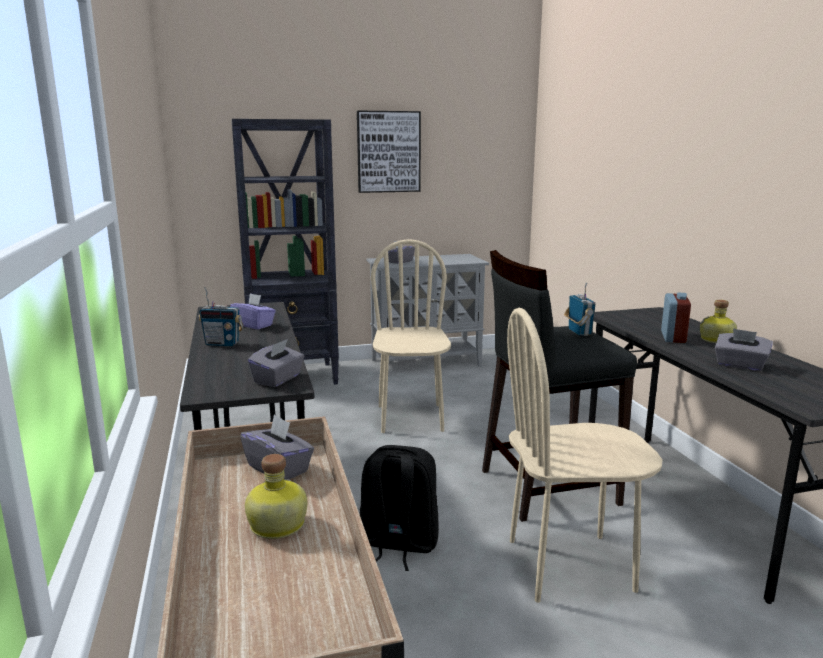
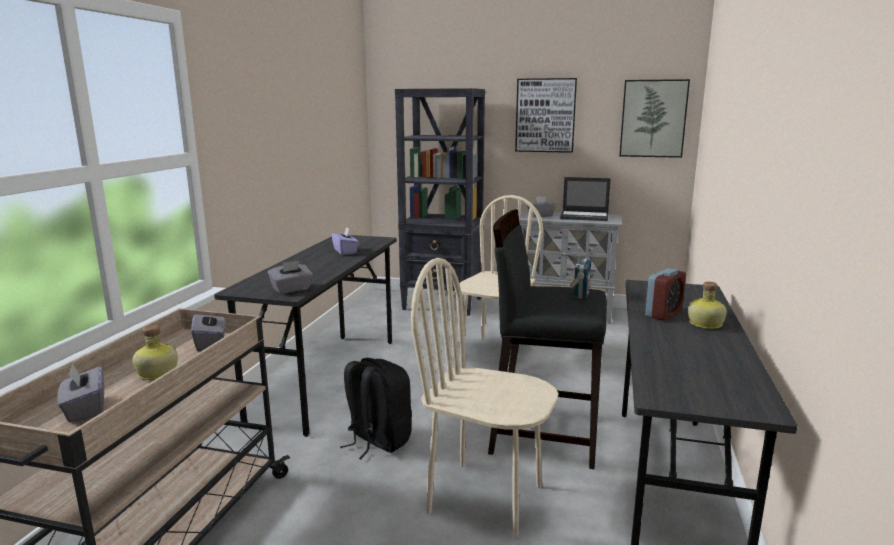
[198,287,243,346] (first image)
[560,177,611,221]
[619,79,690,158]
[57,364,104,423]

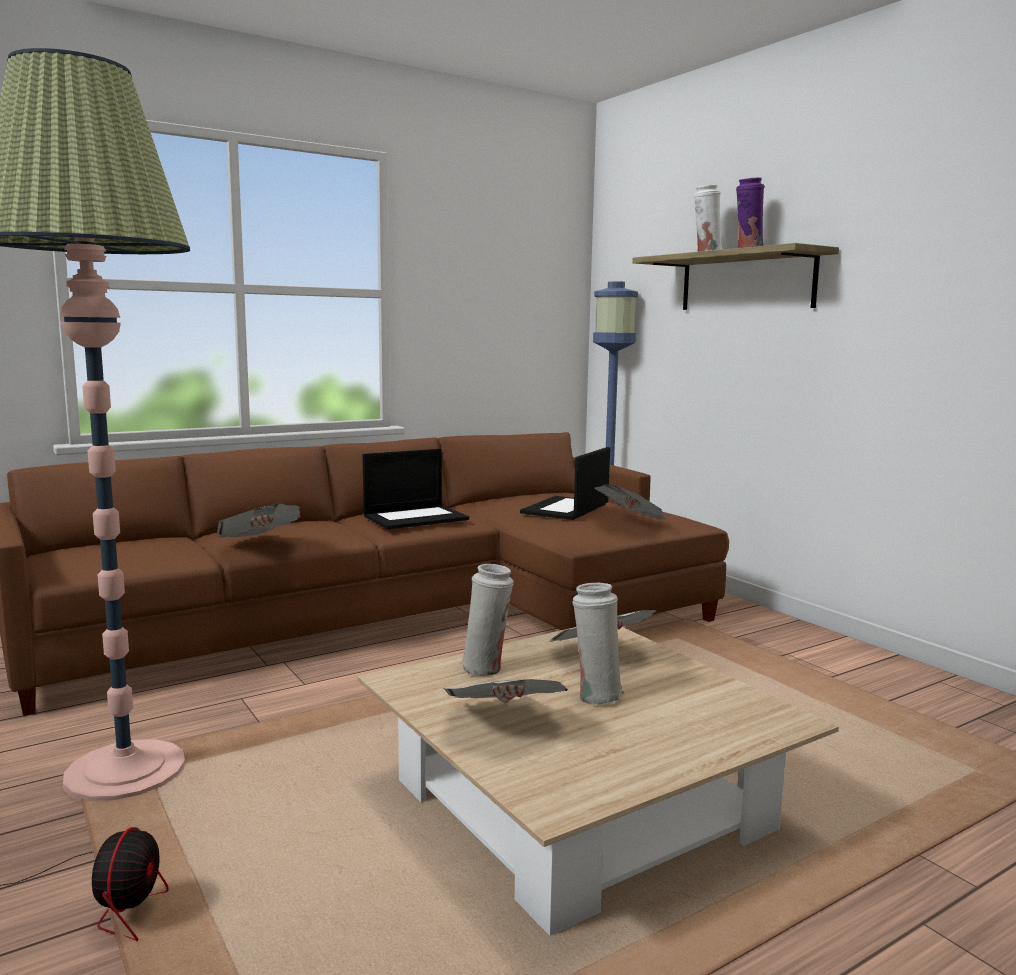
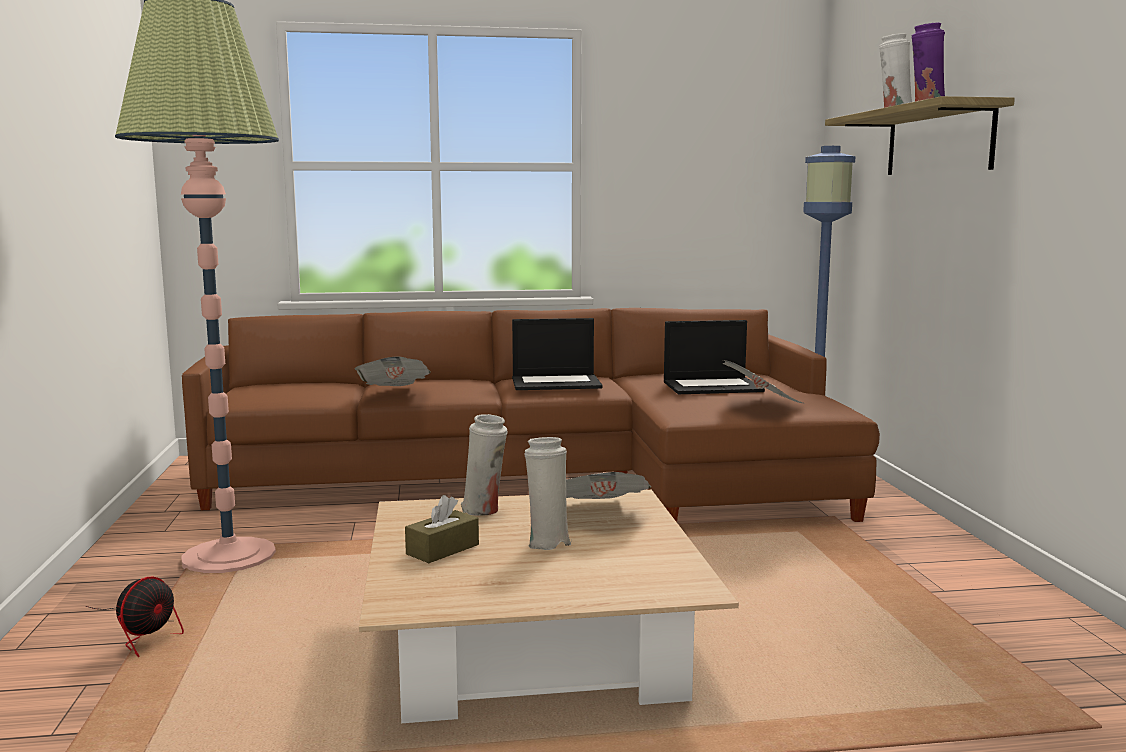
[405,495,479,563]
[664,320,765,394]

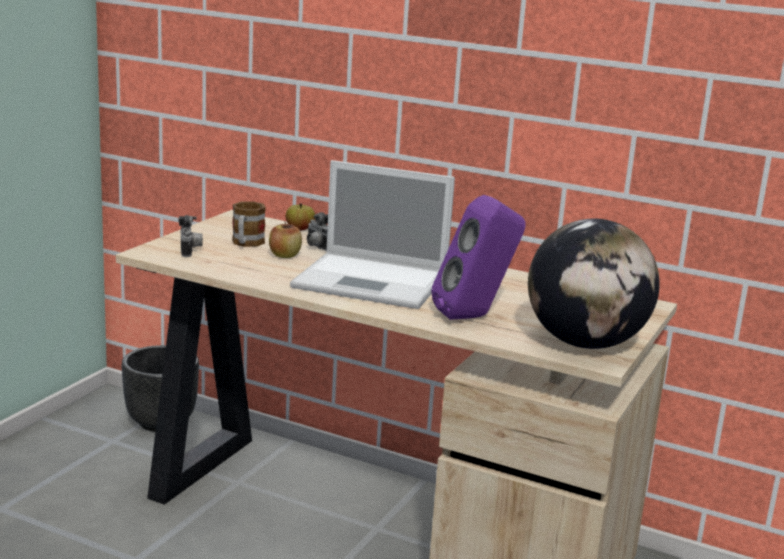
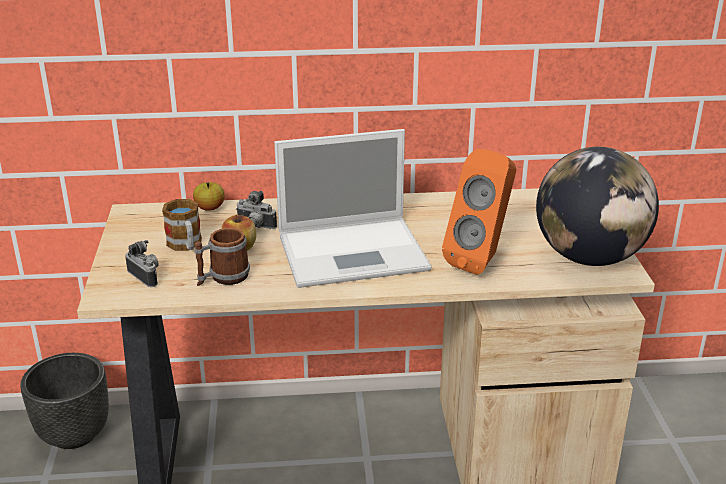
[194,228,250,286]
[442,149,516,275]

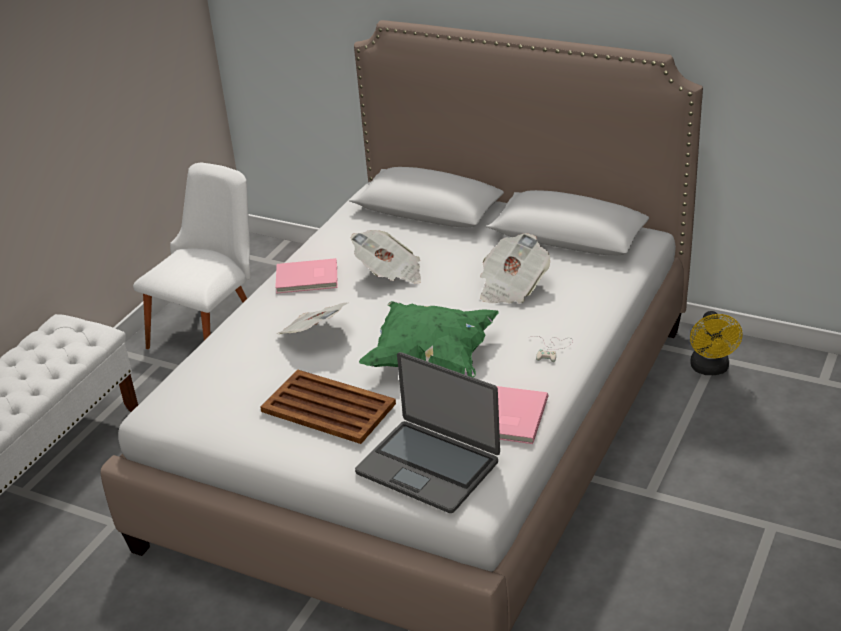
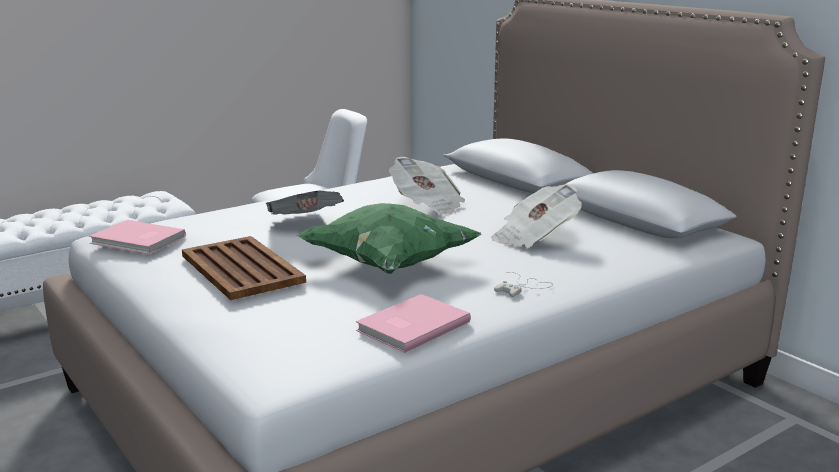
[355,352,500,513] (first image)
[690,311,742,375] (first image)
[89,220,186,254]

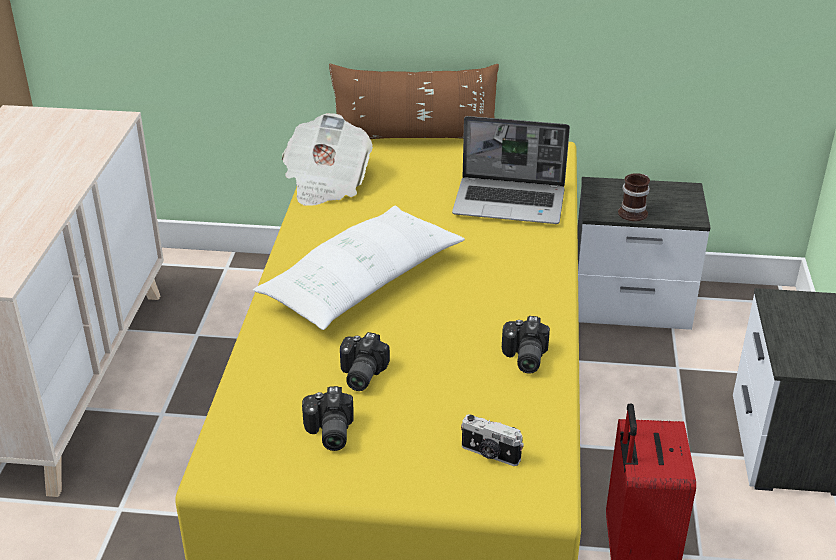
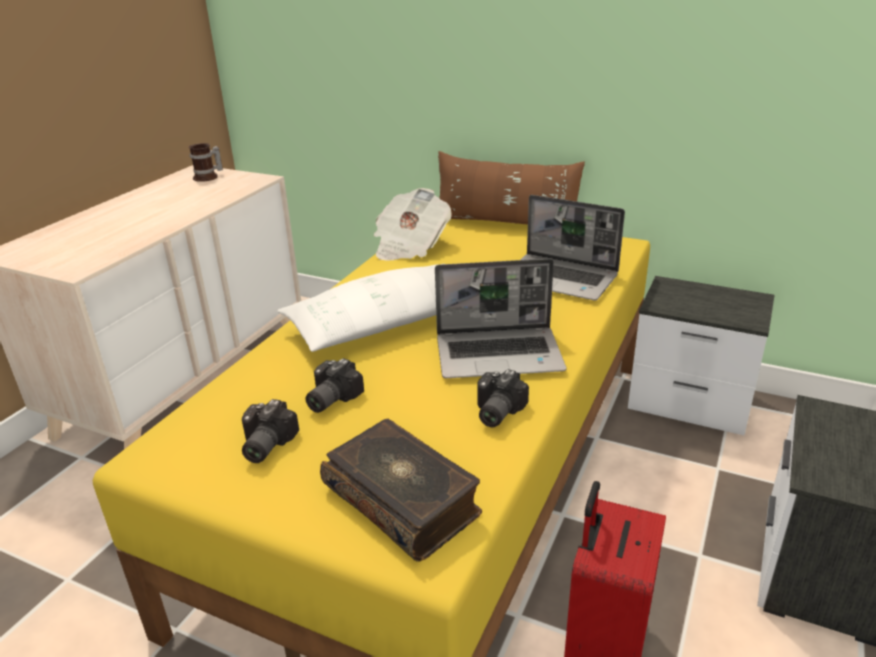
[435,258,566,378]
[189,143,223,182]
[320,419,482,562]

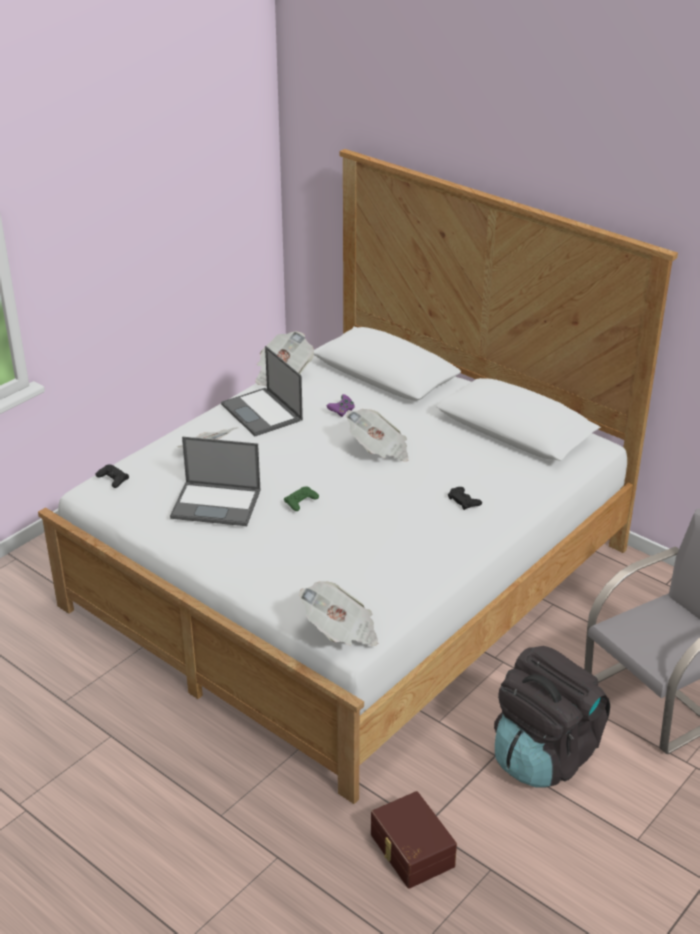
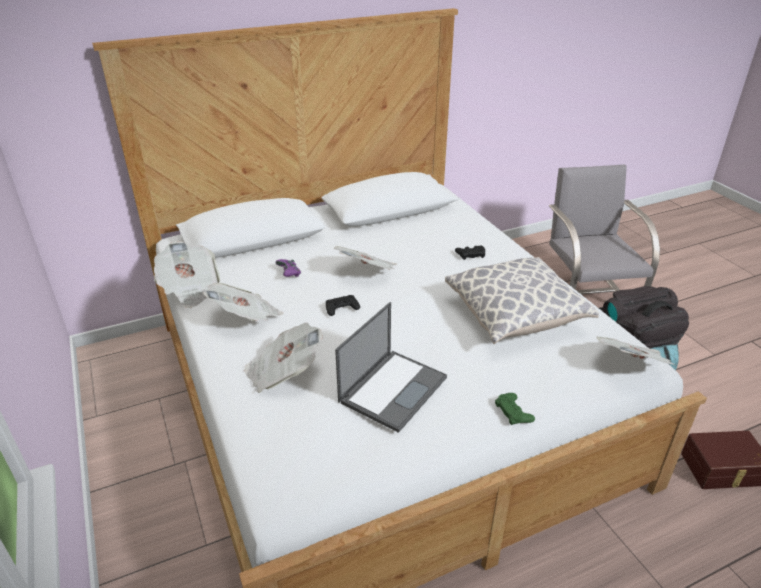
[445,257,599,344]
[326,295,360,316]
[495,393,535,425]
[203,283,283,321]

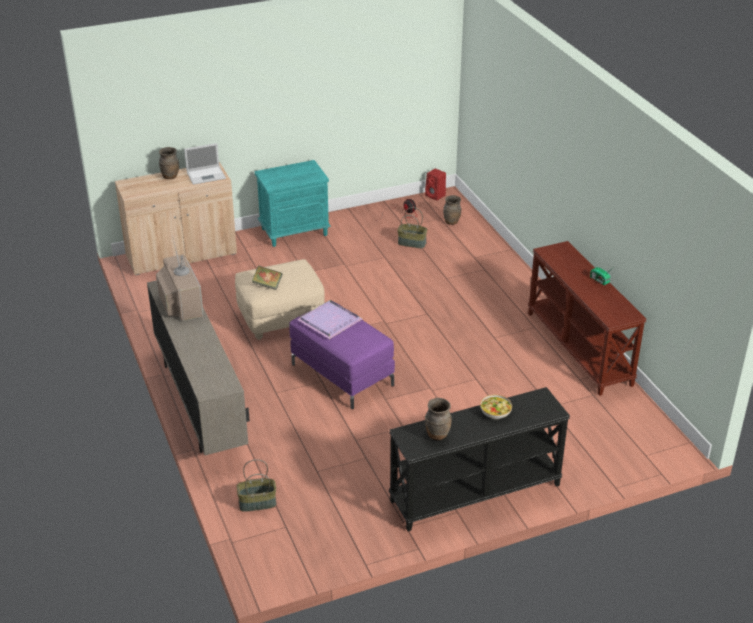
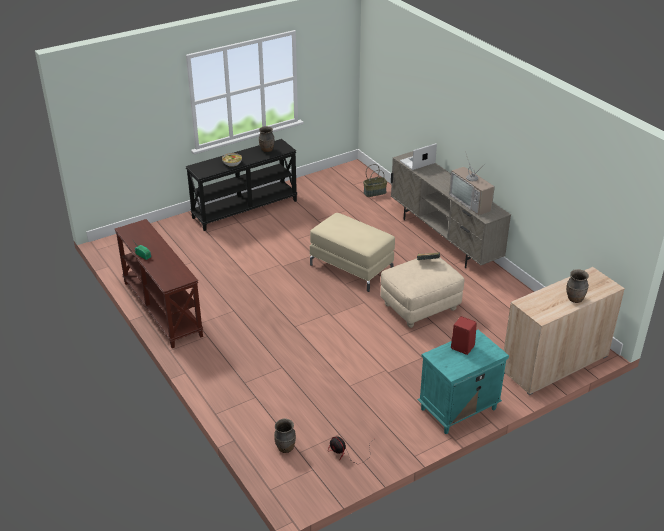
[297,300,363,339] (first image)
[397,207,427,248] (first image)
[400,143,437,170]
[451,316,477,355]
[310,213,395,292]

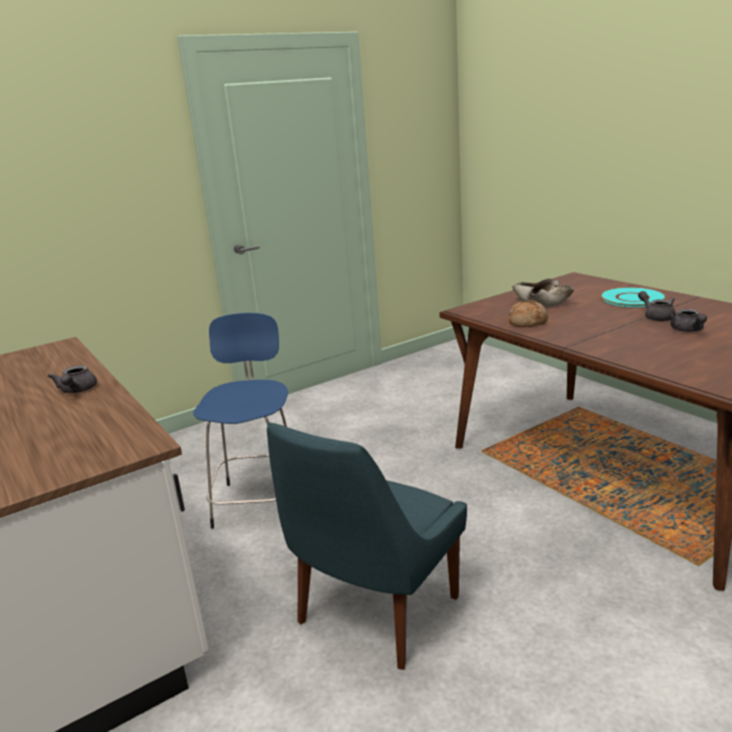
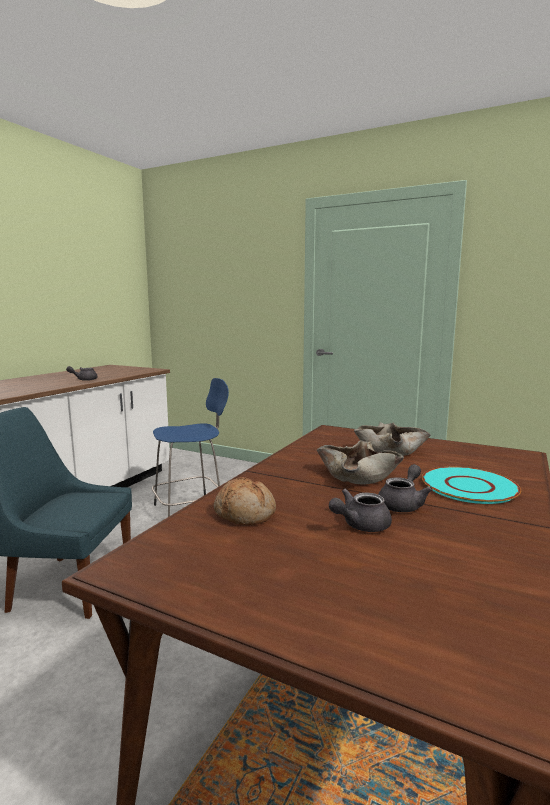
[317,440,404,484]
[214,477,276,525]

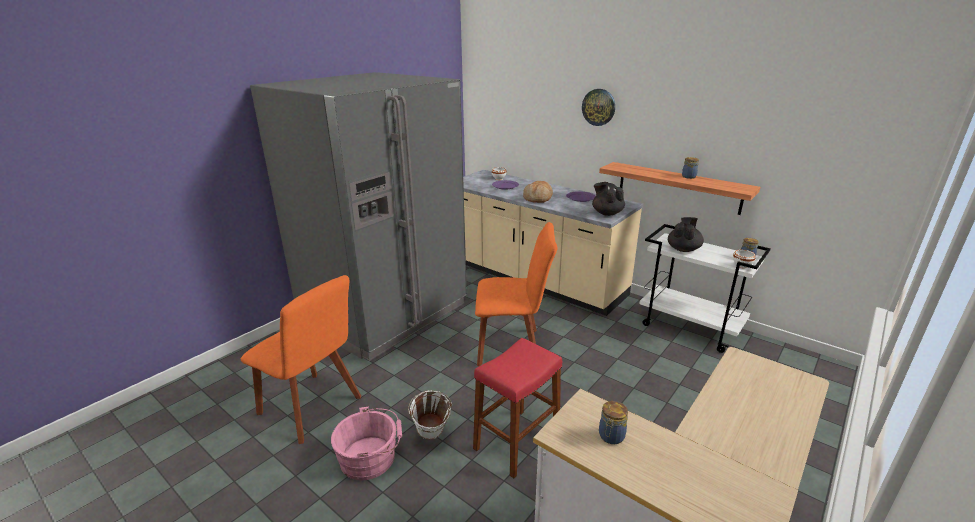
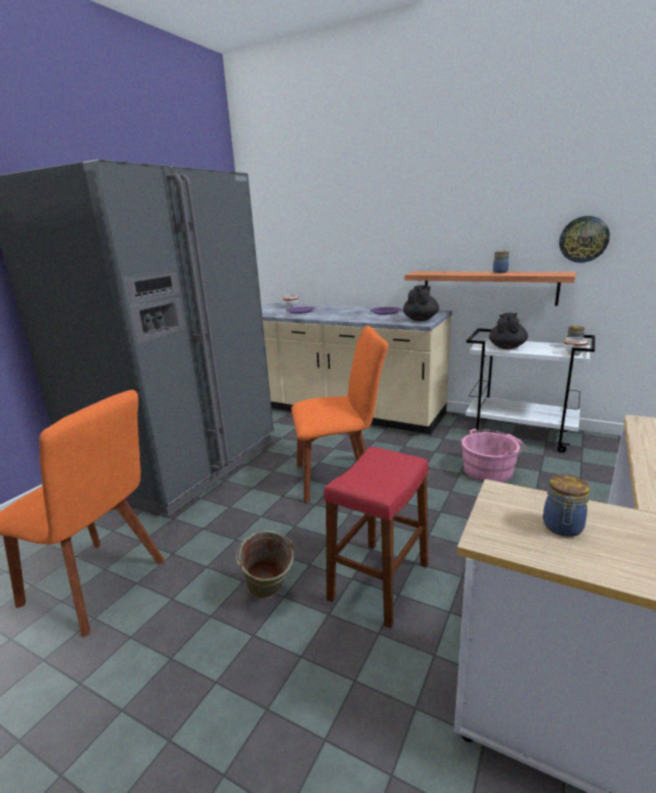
[523,181,553,203] (first image)
[461,429,527,482]
[559,216,610,263]
[236,531,294,599]
[403,285,439,321]

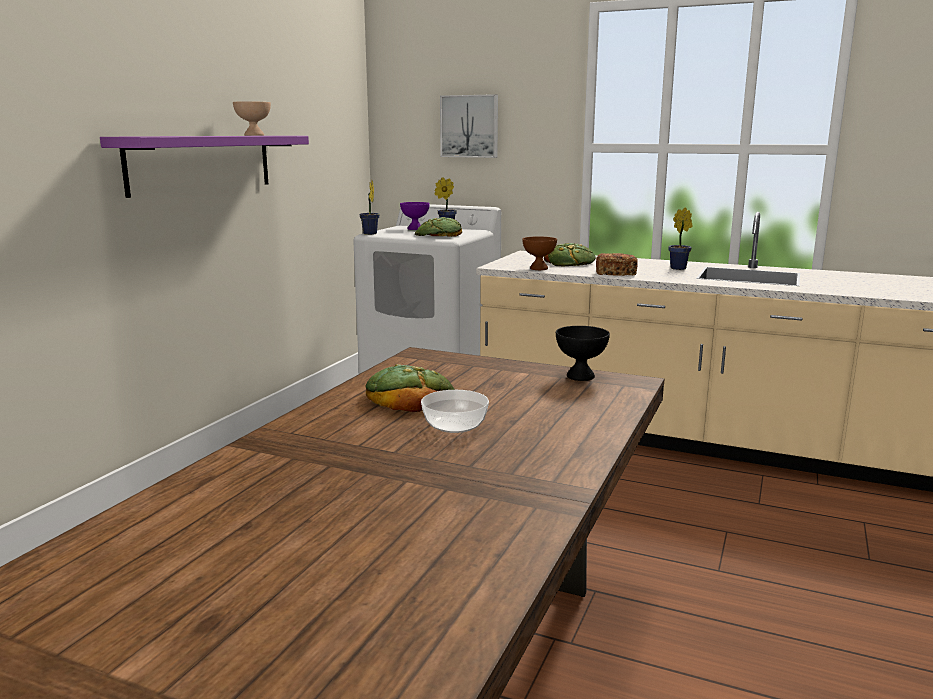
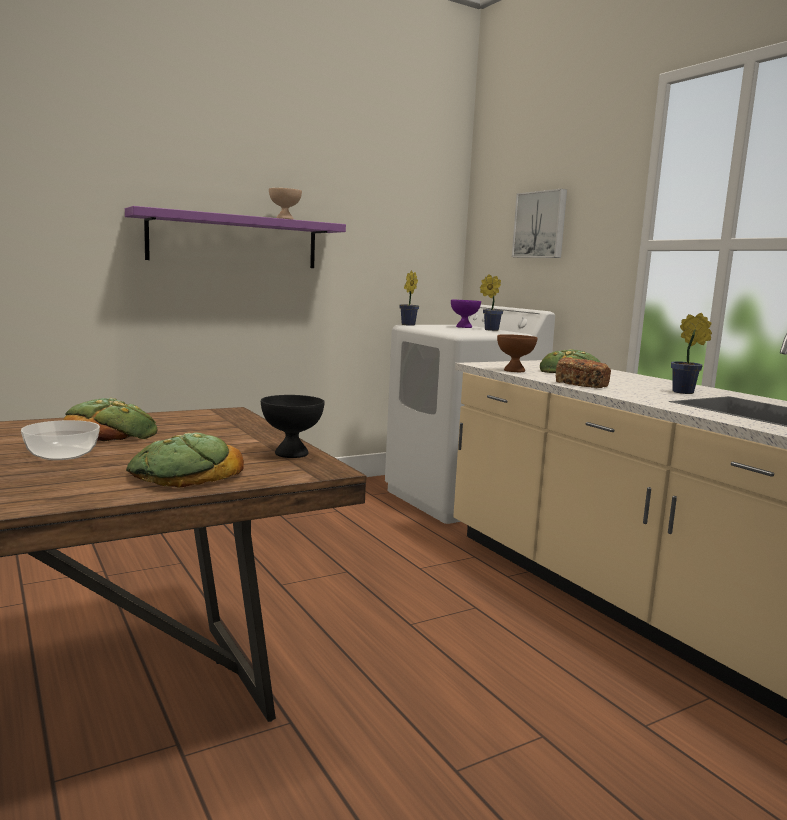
[126,433,244,488]

